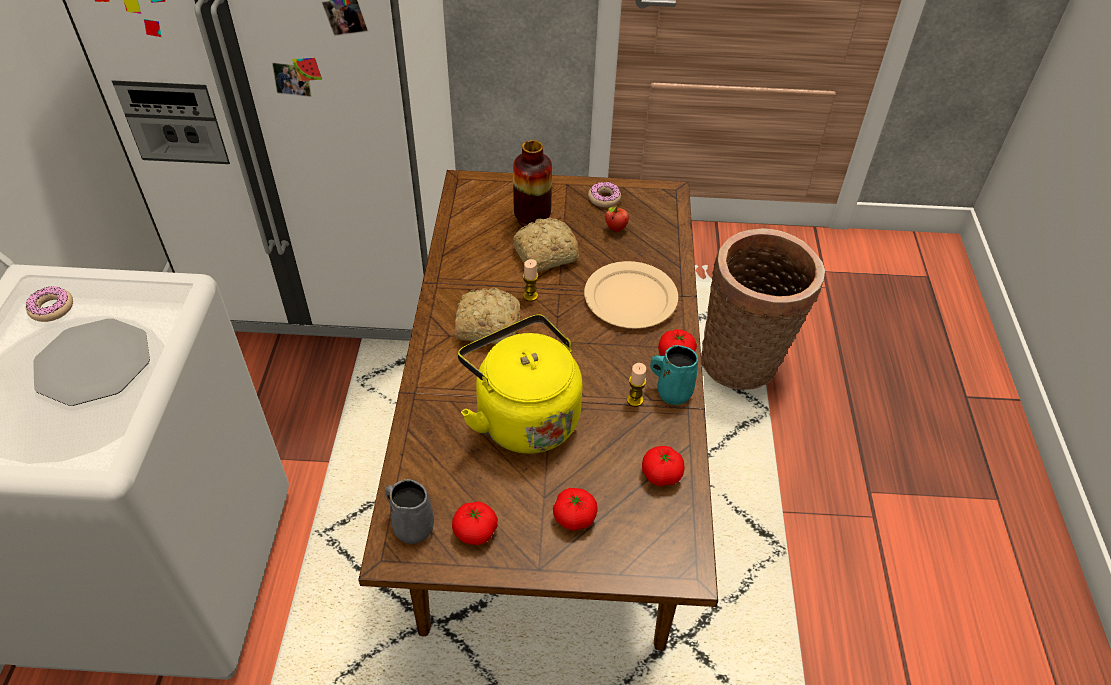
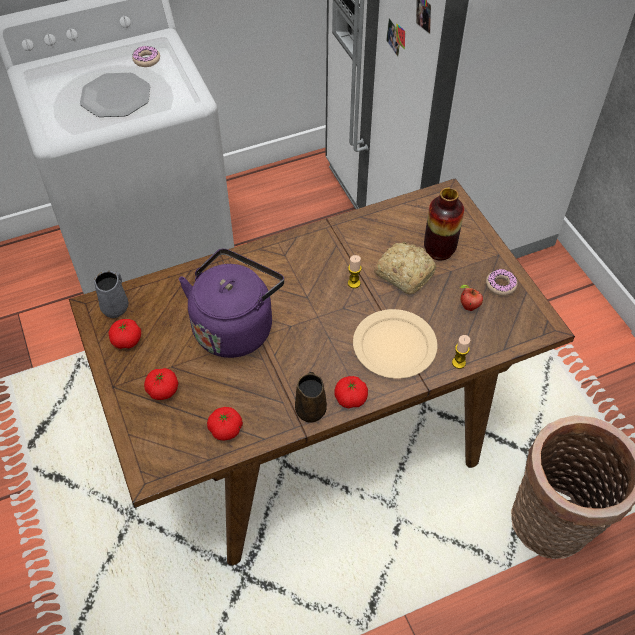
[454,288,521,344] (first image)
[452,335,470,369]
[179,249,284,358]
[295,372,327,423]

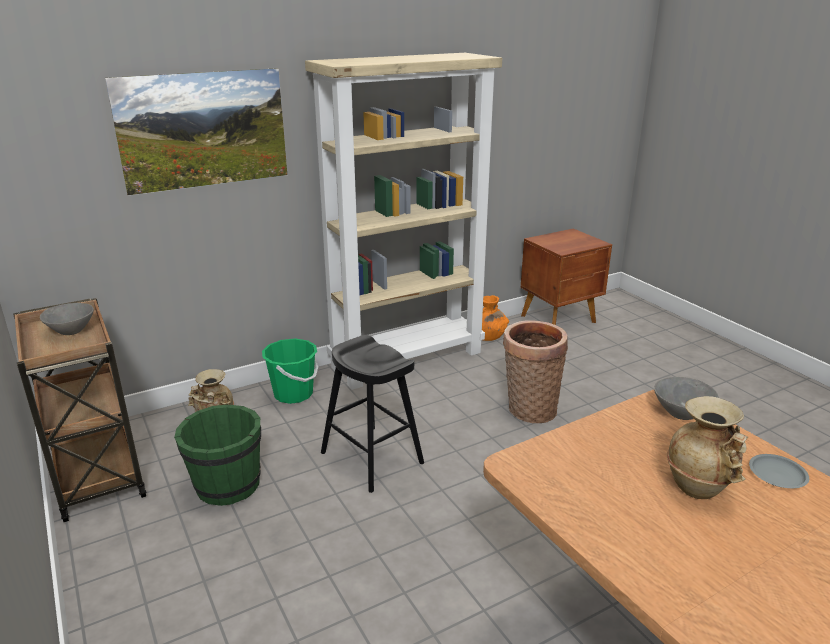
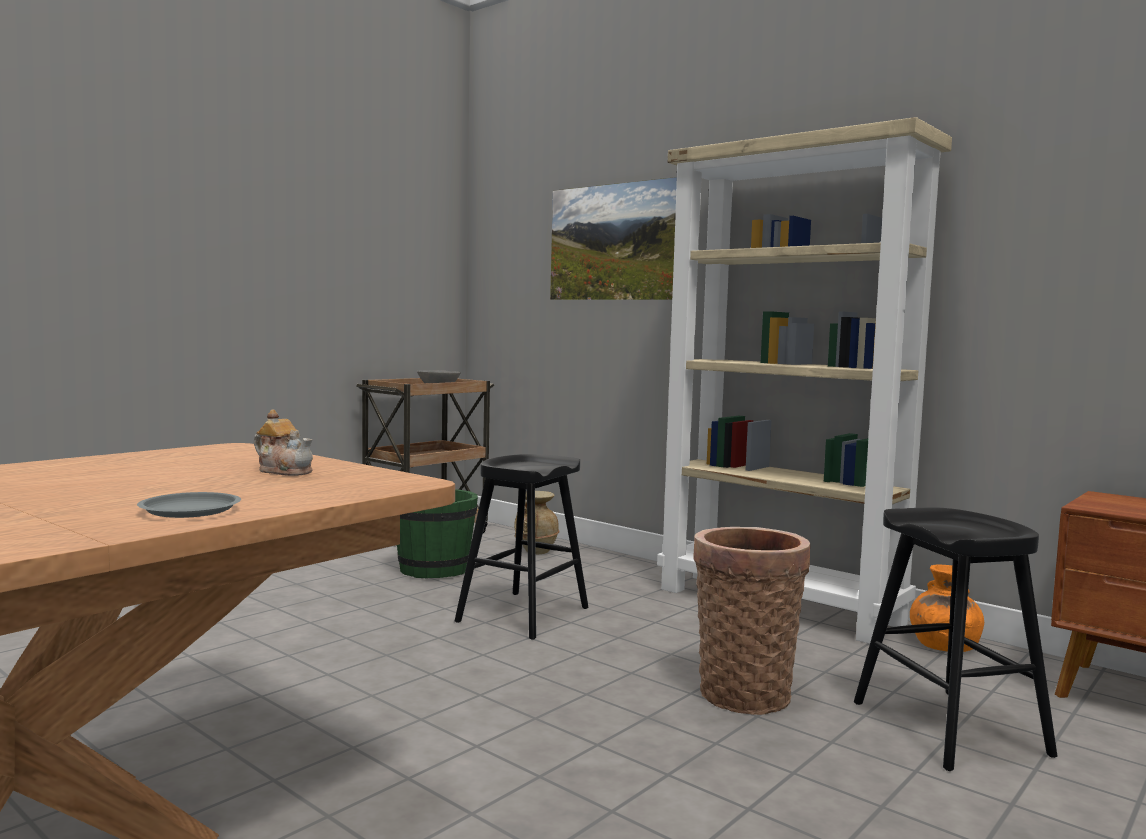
[262,339,318,404] (first image)
[654,377,719,420] (first image)
[667,396,748,499] (first image)
[254,409,313,476]
[854,507,1057,771]

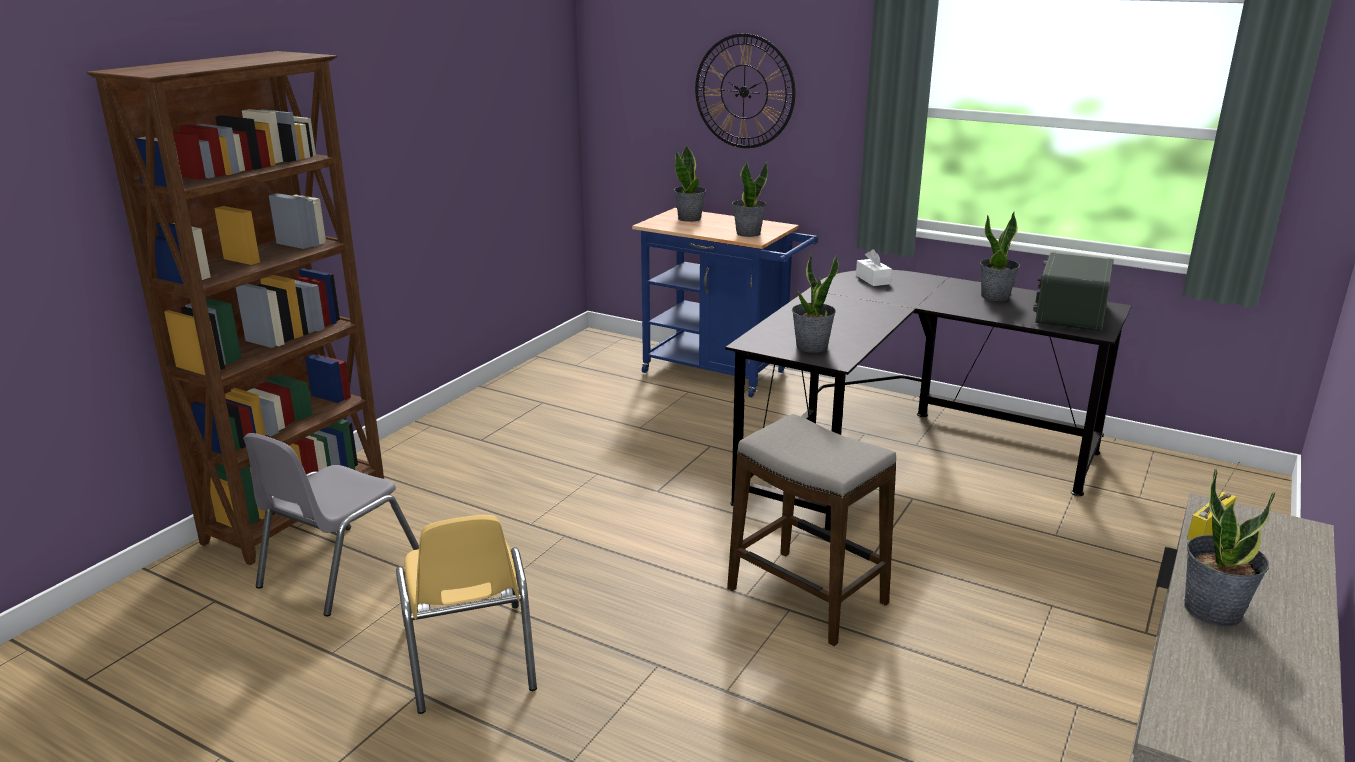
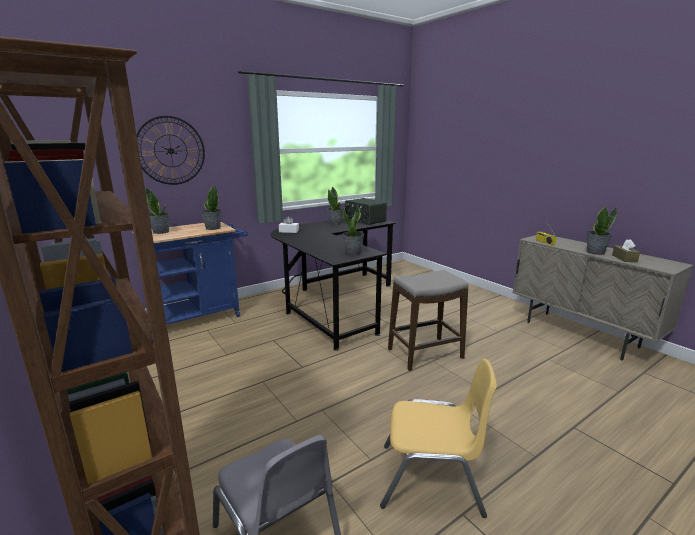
[612,239,640,262]

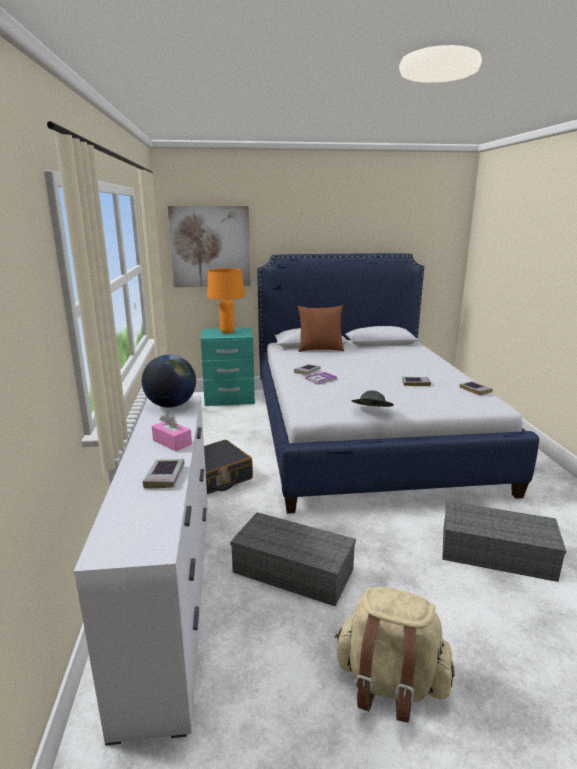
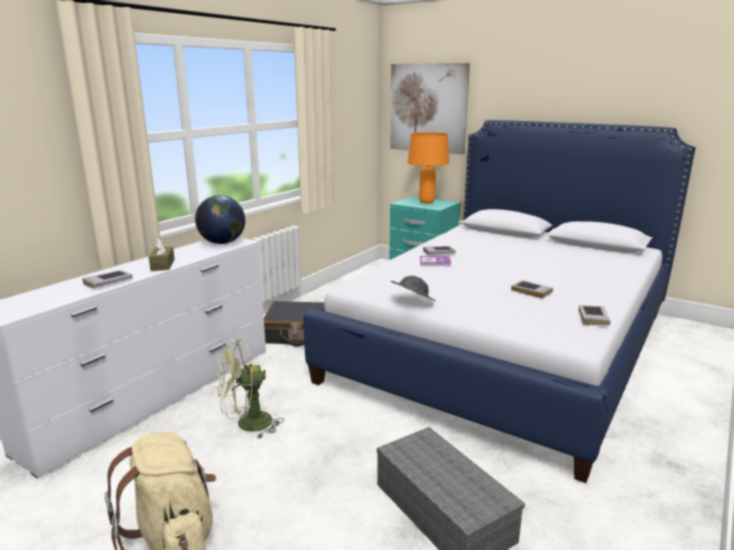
[297,305,344,352] (first image)
[217,339,284,439]
[149,238,175,271]

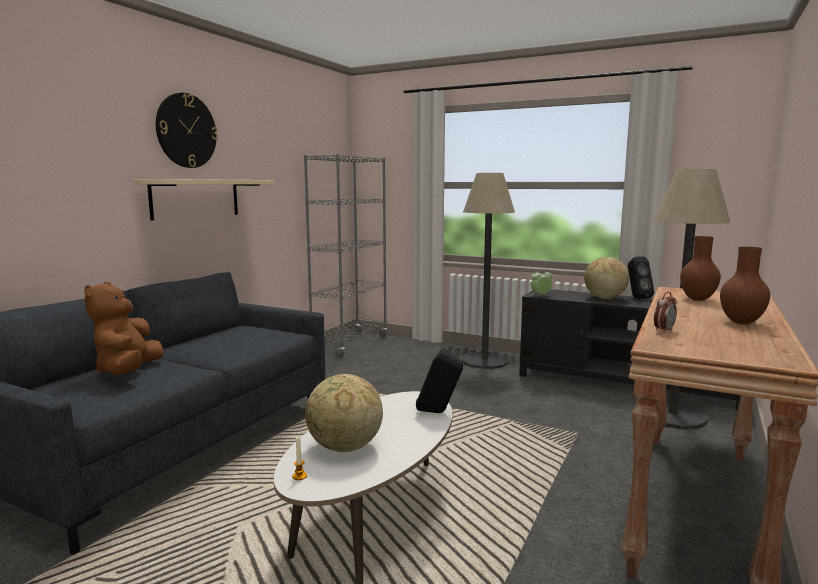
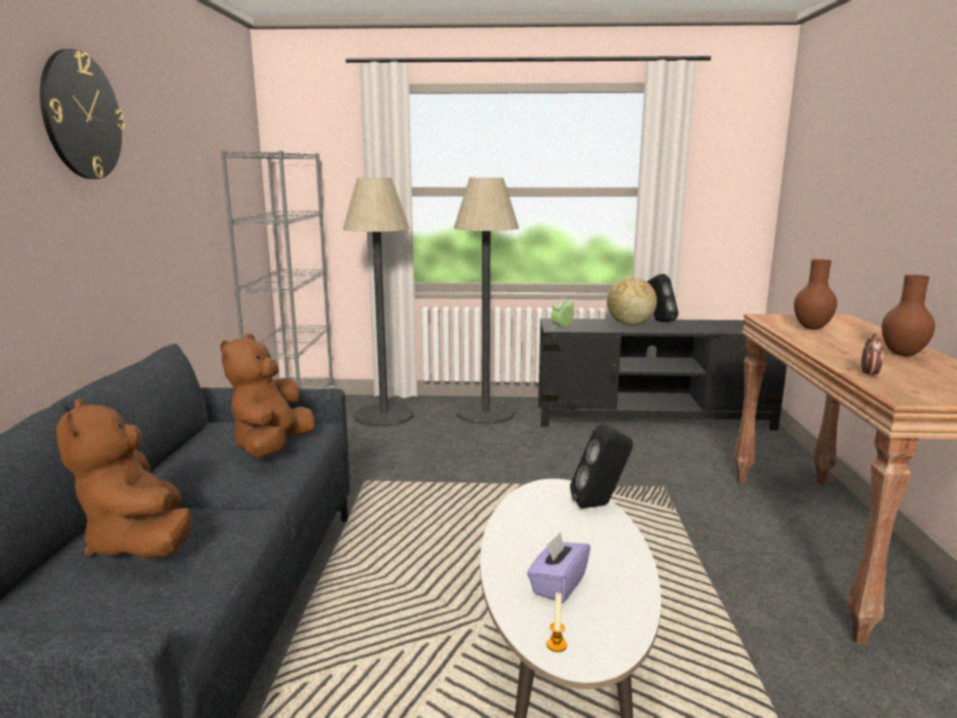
[134,179,275,220] (first image)
[220,334,315,458]
[343,178,414,427]
[527,532,590,603]

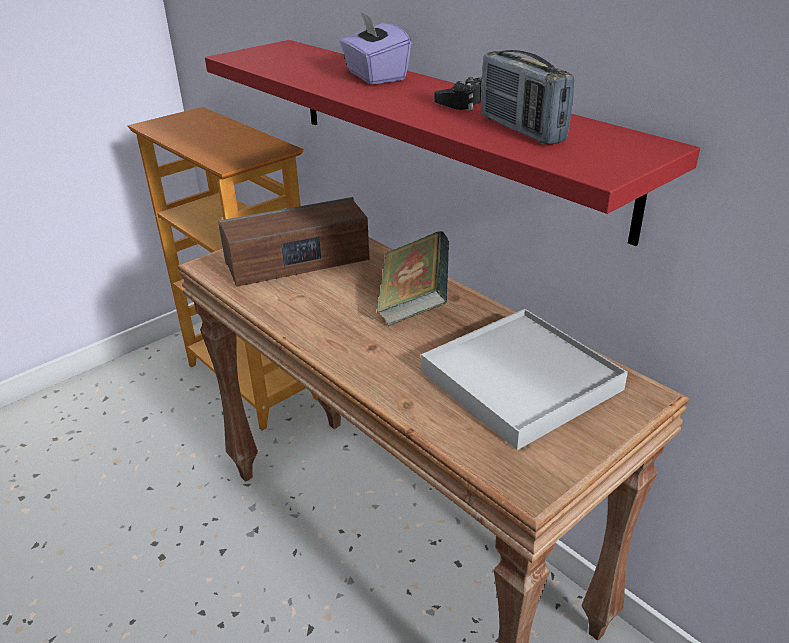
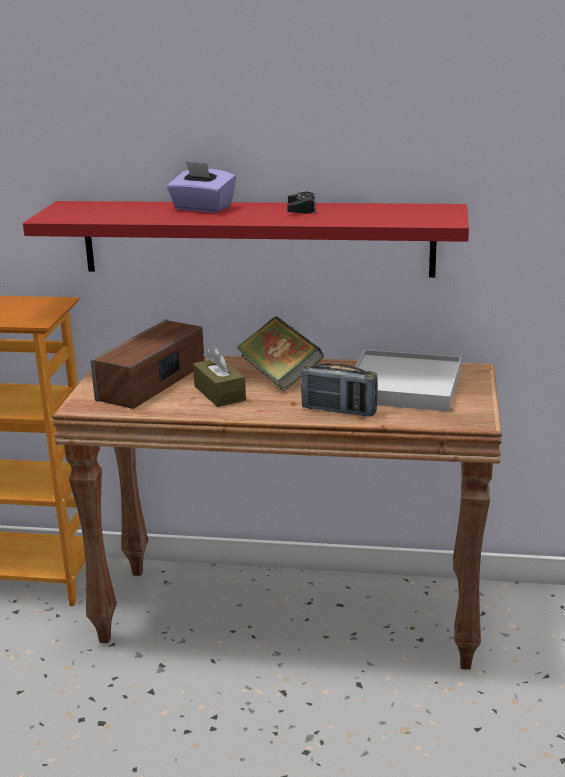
[193,347,246,407]
[301,364,378,417]

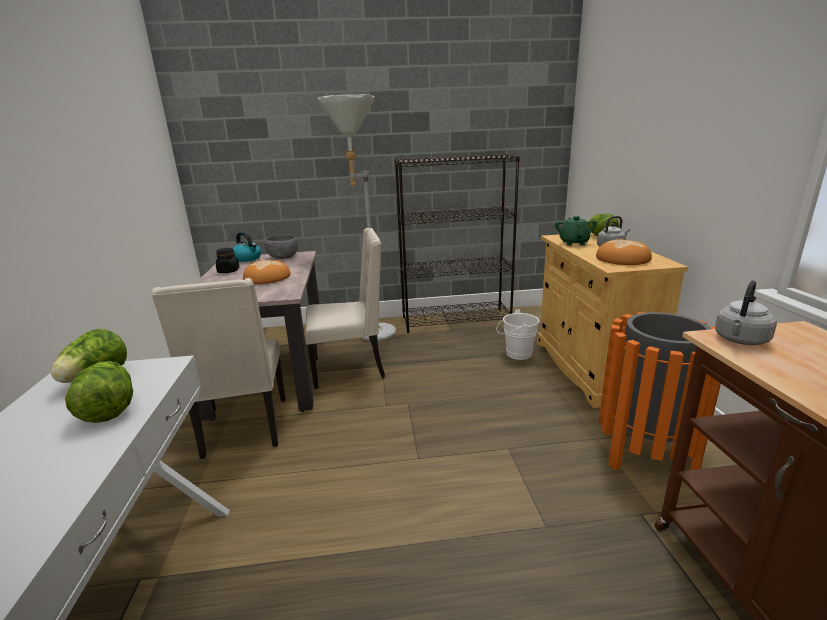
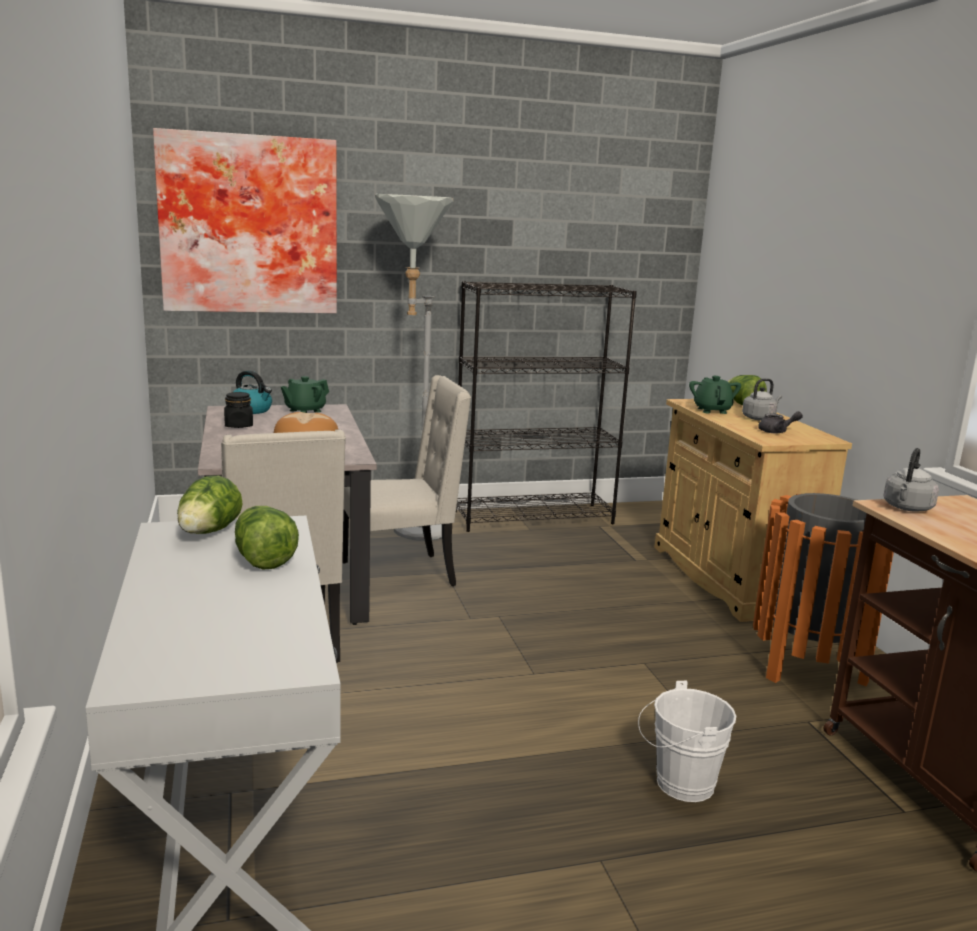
[153,128,337,314]
[638,681,736,802]
[281,376,329,413]
[758,411,803,433]

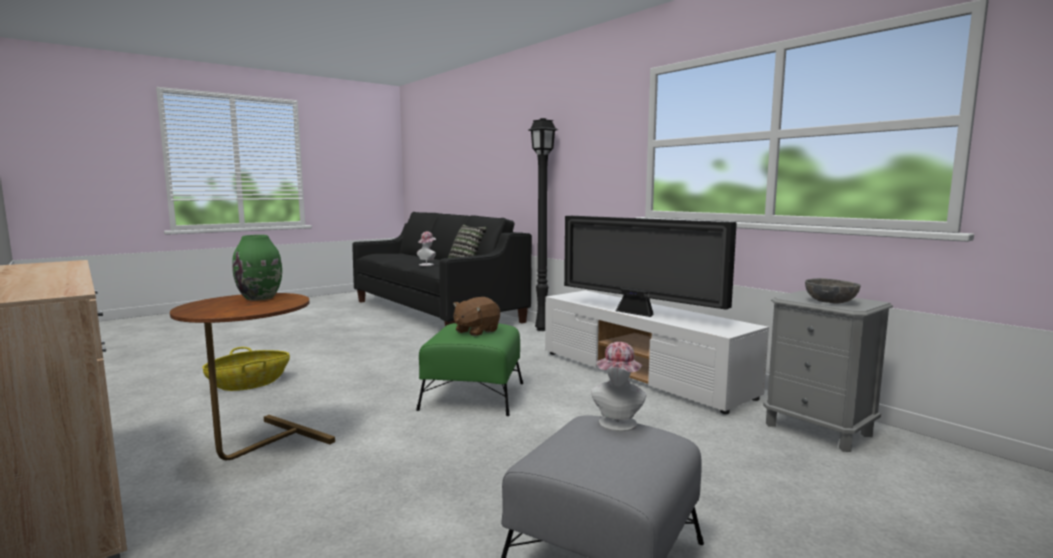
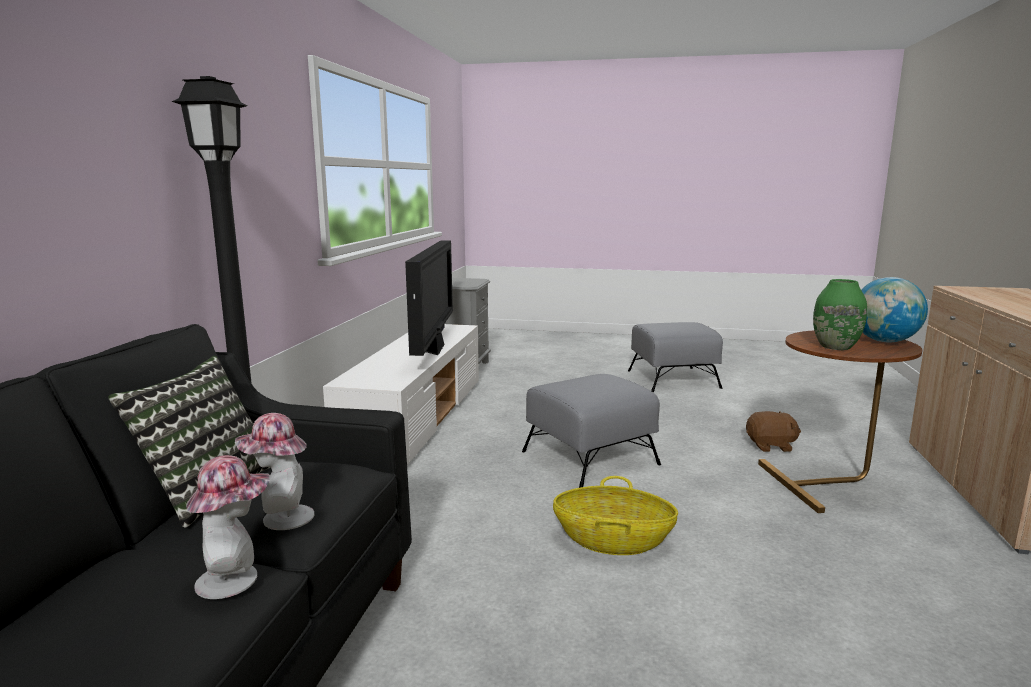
[805,278,861,304] (first image)
[861,277,928,343]
[553,476,678,555]
[746,411,801,452]
[186,455,270,599]
[522,374,661,488]

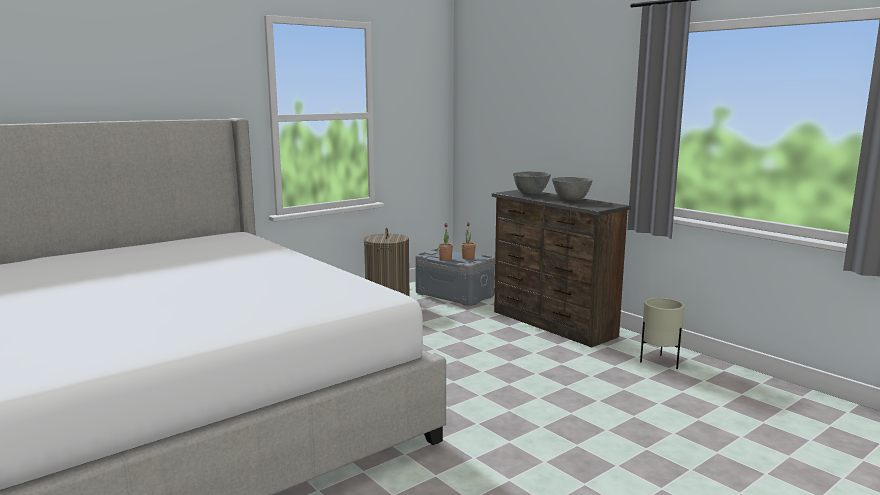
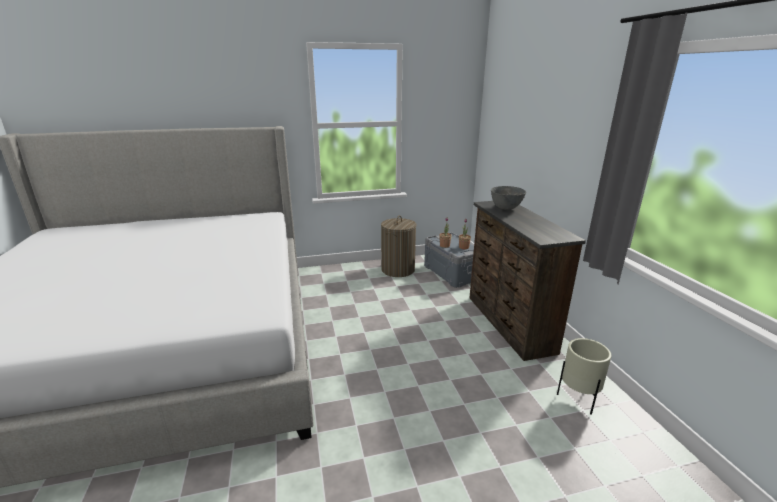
[552,177,593,201] (first image)

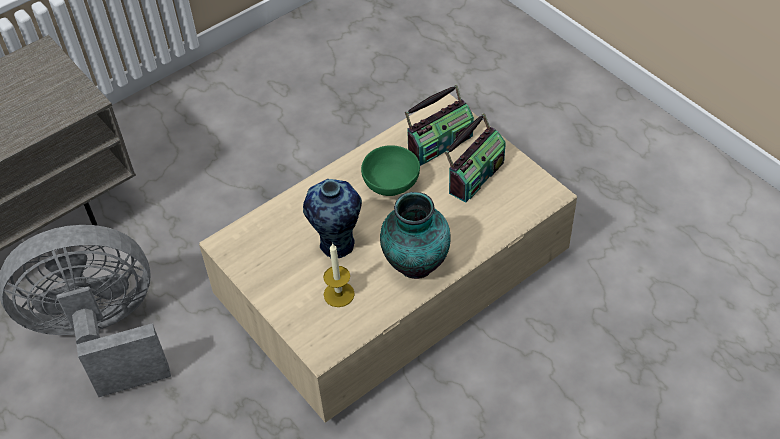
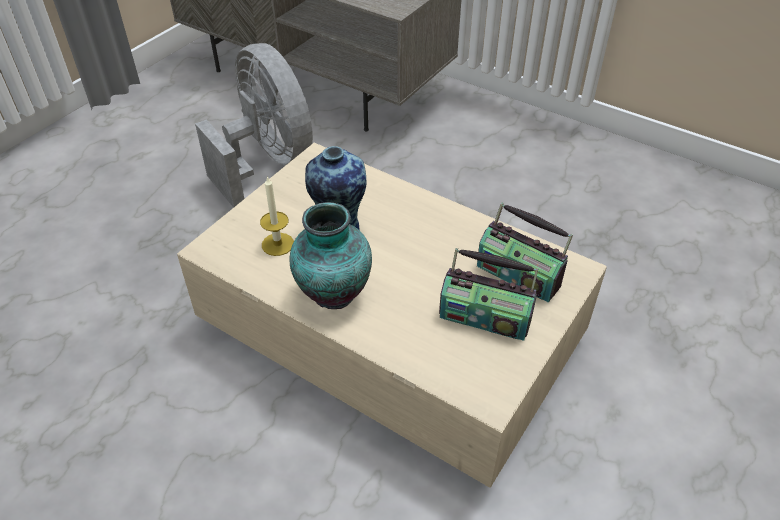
[361,145,420,196] (first image)

